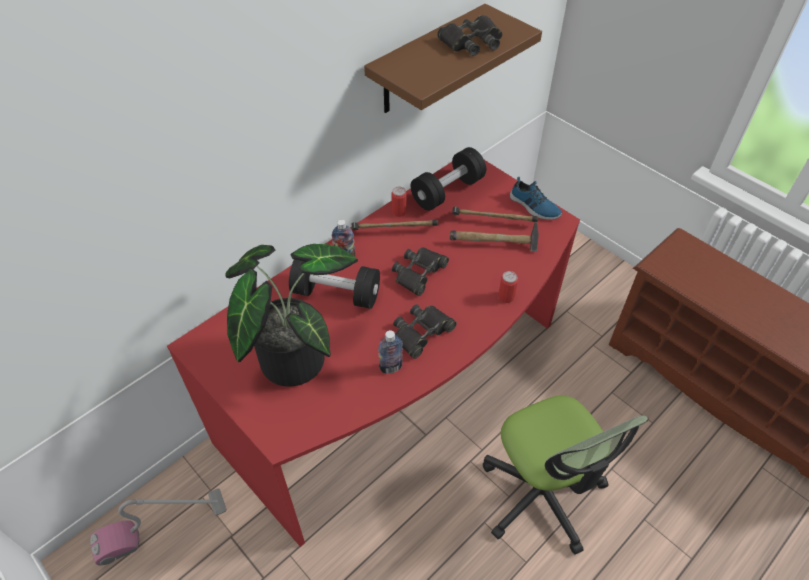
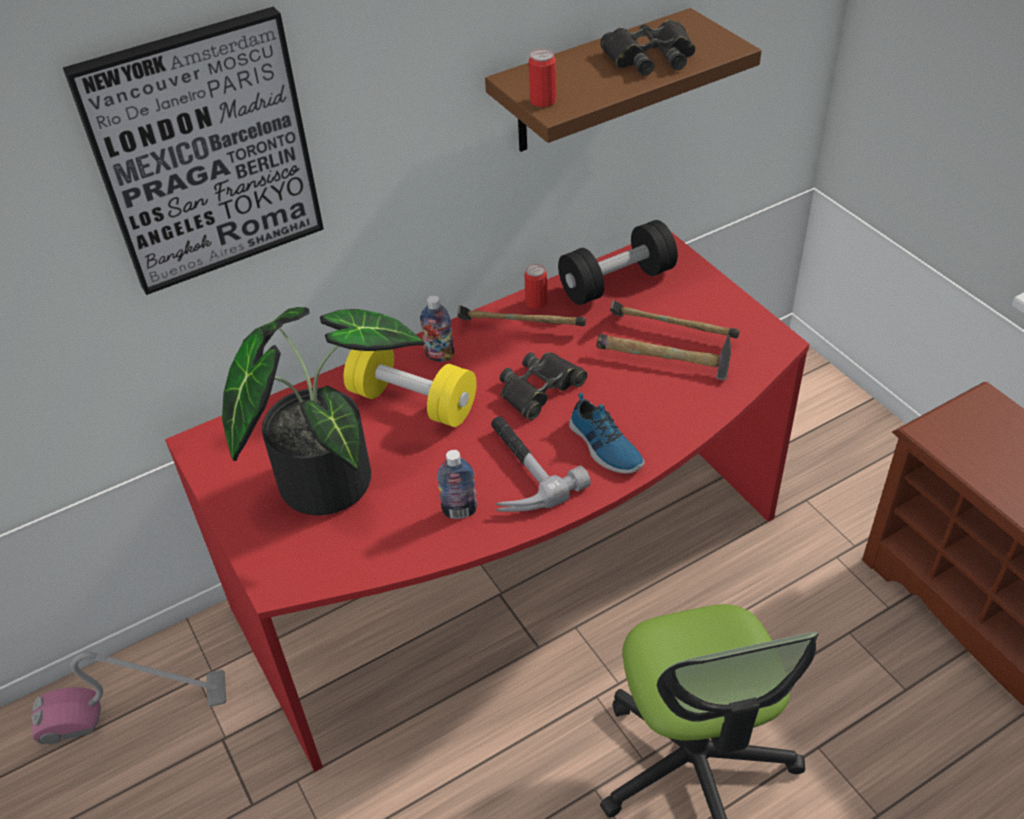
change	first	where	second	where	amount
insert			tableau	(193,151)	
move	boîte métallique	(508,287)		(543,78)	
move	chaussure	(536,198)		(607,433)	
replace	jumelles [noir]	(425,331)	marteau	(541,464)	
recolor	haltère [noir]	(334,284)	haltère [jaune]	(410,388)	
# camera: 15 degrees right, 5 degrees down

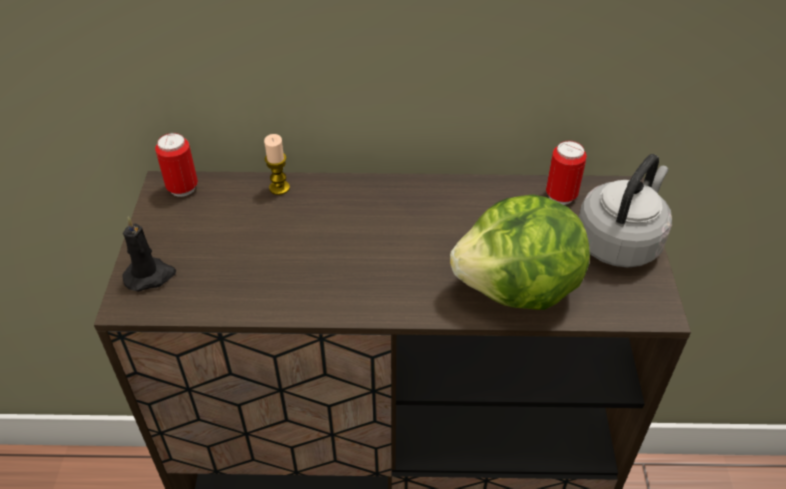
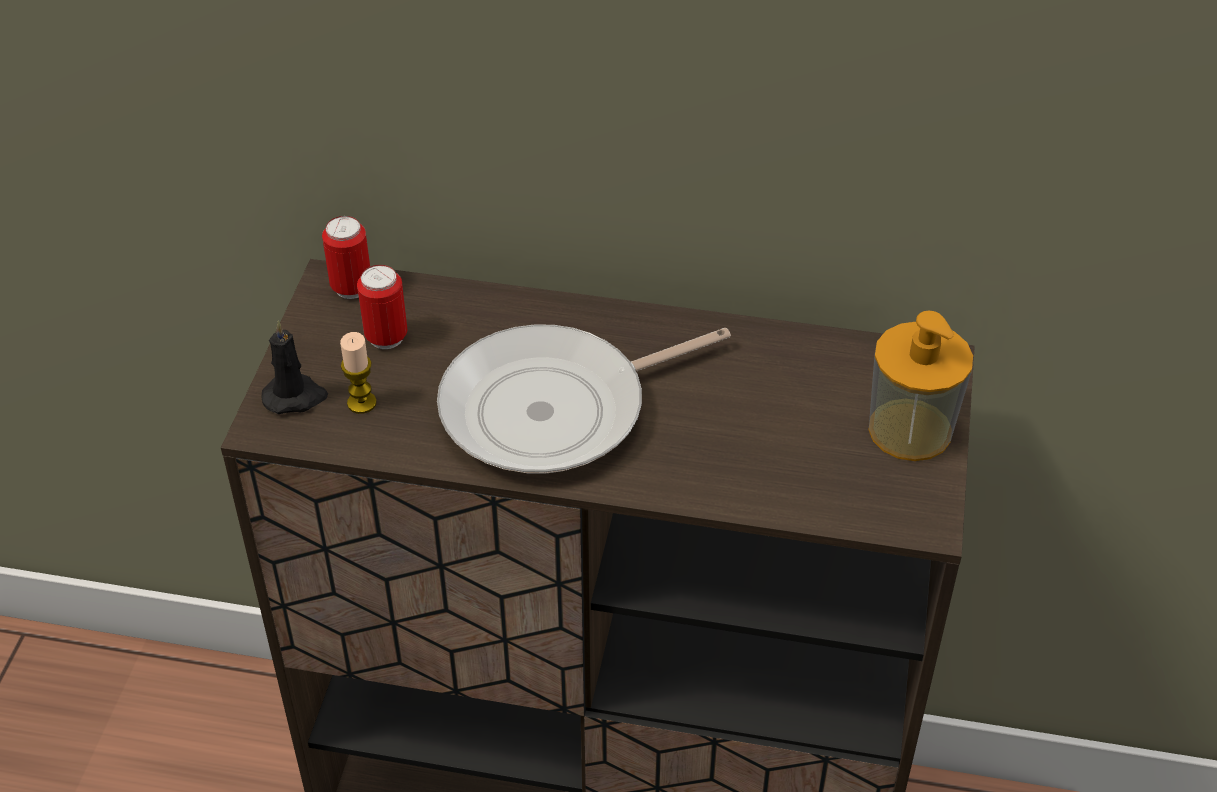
change	first	where	second	where	amount
delete	laitue	(520,252)			
insert			poêle	(584,399)	
move	bougie	(277,164)		(358,373)	
move	boîte métallique	(566,172)		(382,307)	
replace	bouilloire [gris]	(625,211)	distributeur de savon	(920,386)	
# camera: 10 degrees right, 0 degrees up

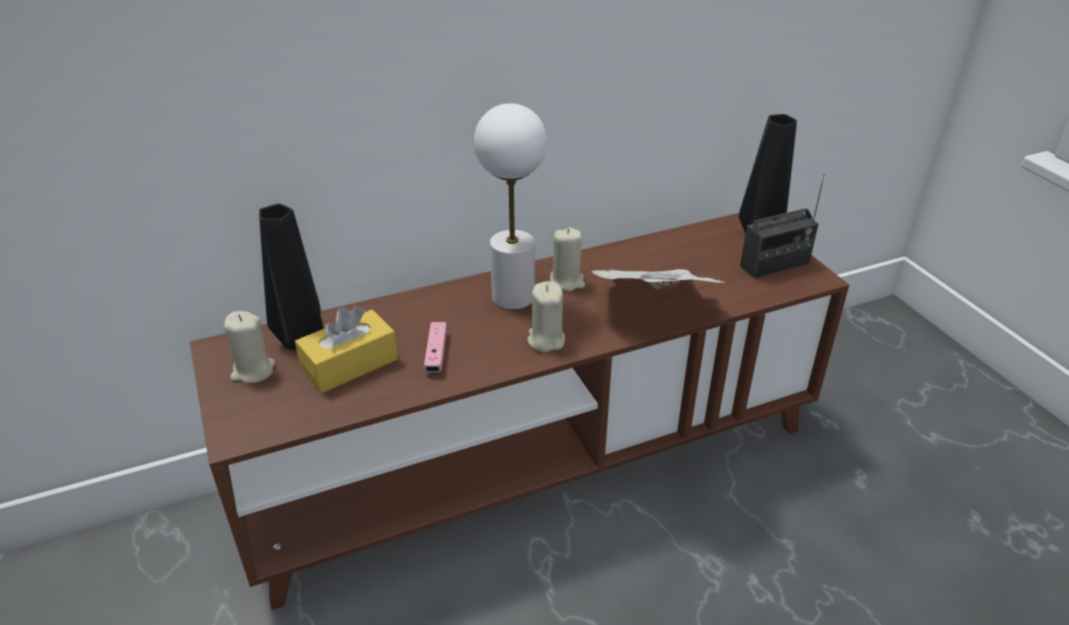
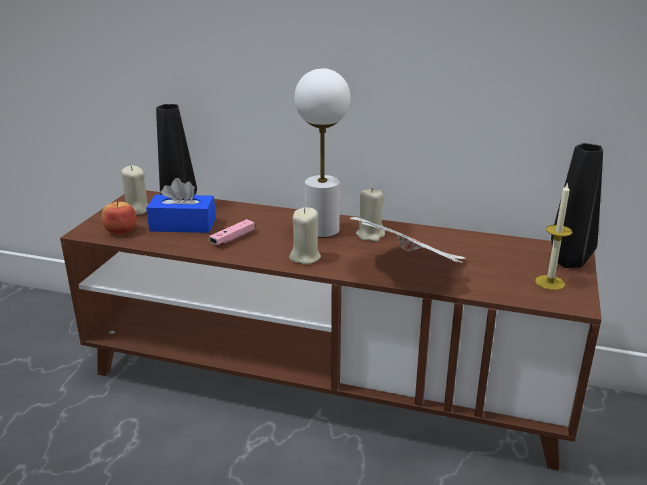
change	first	where	second	where	amount
insert			pomme	(119,217)	
replace	radio	(782,226)	bougie	(554,236)	
recolor	boîte à mouchoirs [jaune]	(346,349)	boîte à mouchoirs [bleu]	(181,205)	
# camera: 40 degrees right, 10 degrees down

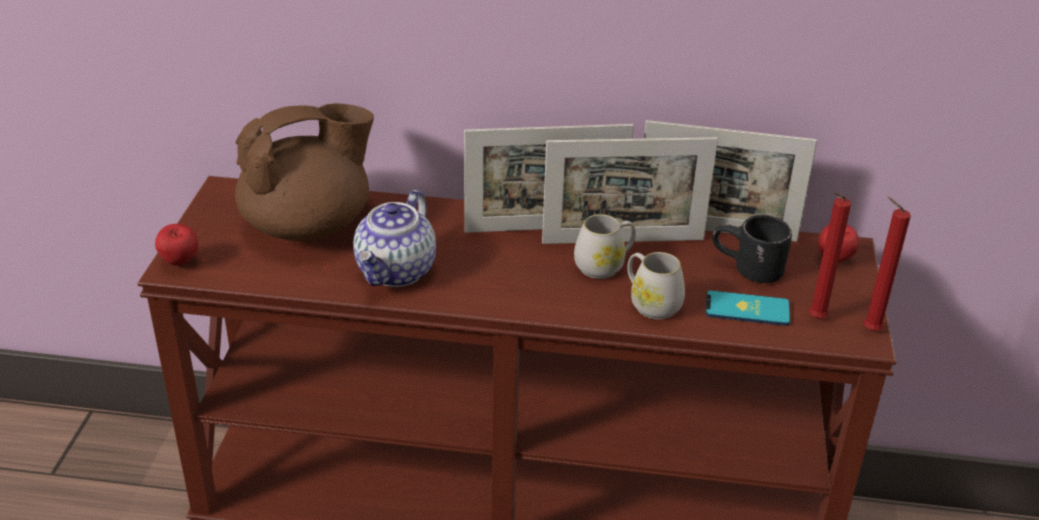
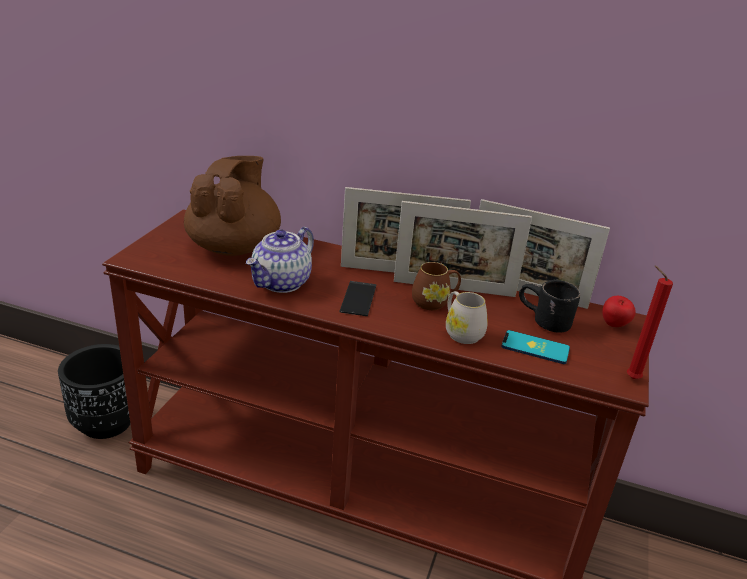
change	first	where	second	where	amount
delete	pomme	(176,244)			
delete	bougie [rouge]	(830,255)			
insert			cache-pot [noir]	(94,391)	
insert			téléphone	(357,298)	
recolor	mug [blanc]	(605,246)	mug [marron]	(436,286)	
rotate	théière [marron]	(304,172)		(232,206)	60 degrees counterclockwise
# camera: 10 degrees right, 5 degrees down

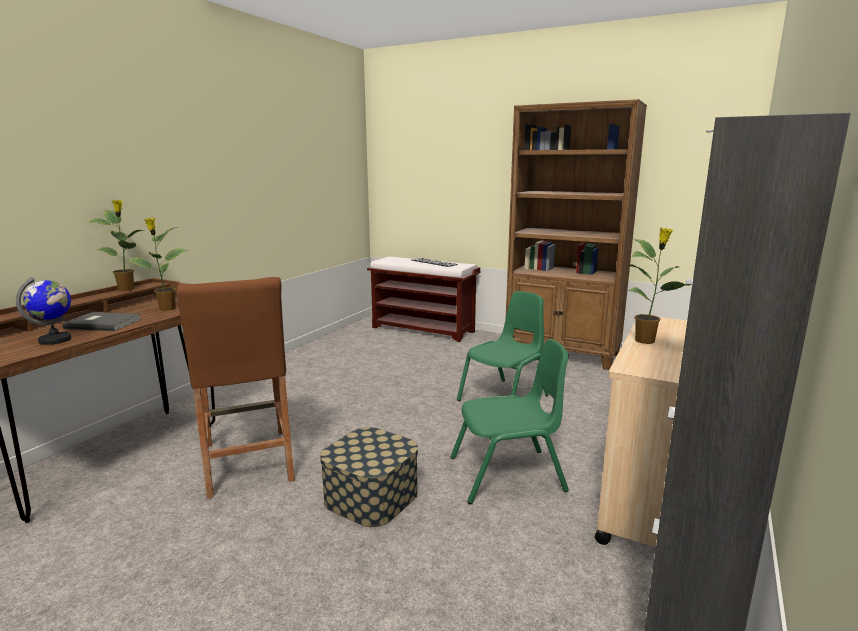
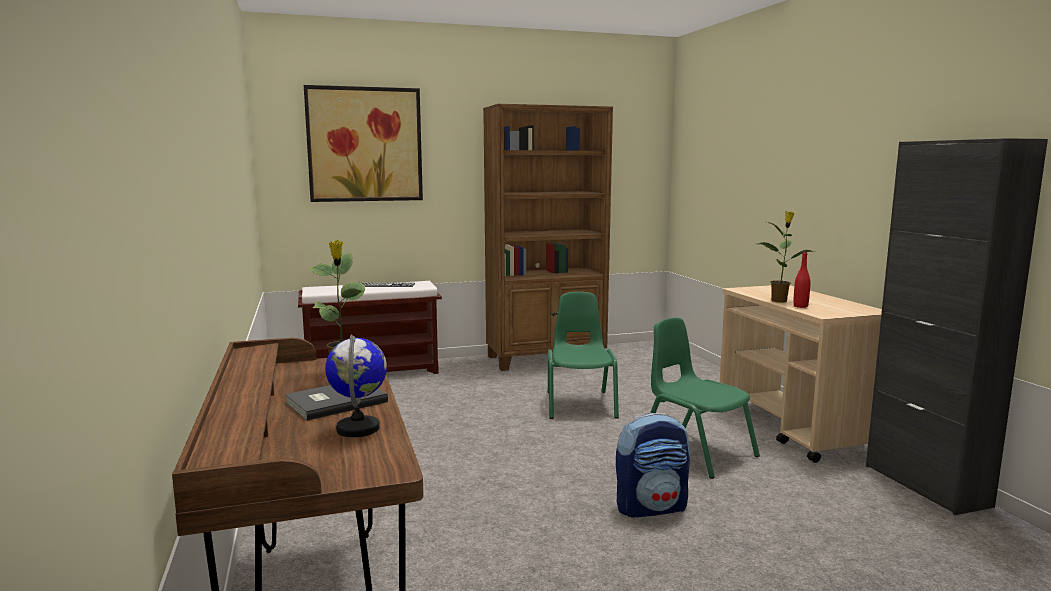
change	first	where	second	where	amount
delete	plante en pot	(116,245)			
delete	tabouret [marron]	(236,388)			
insert			tableau	(363,143)	
insert			bouteille [rouge]	(801,279)	
replace	boîte de rangement	(369,477)	sac à dos	(653,465)	
rotate	chaise [vert]	(510,421)		(705,398)	75 degrees counterclockwise
# camera: 45 degrees left, 5 degrees down

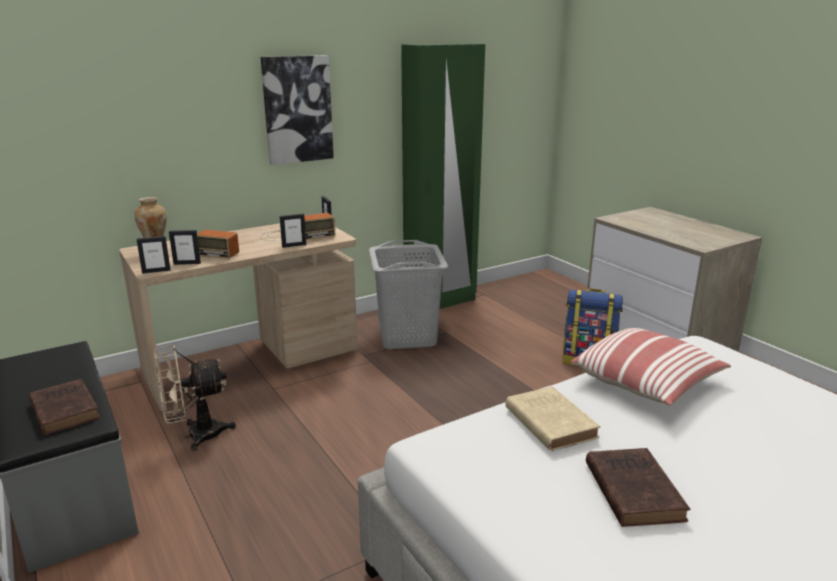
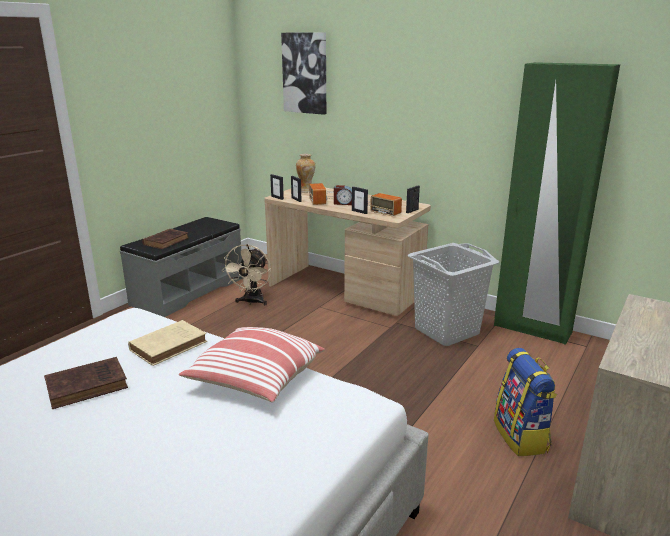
change	first	where	second	where	amount
insert			réveil	(343,195)	
move	tableau	(297,110)		(303,73)	
rotate	ventilateur [beige]	(195,398)		(246,274)	120 degrees counterclockwise
# camera: 65 degrees right, 0 degrees up

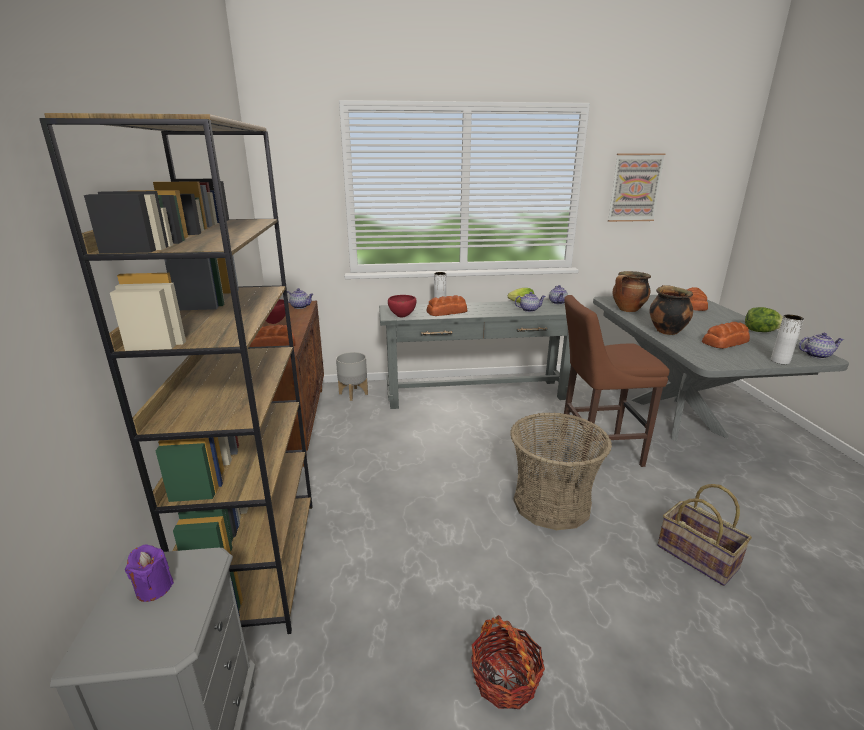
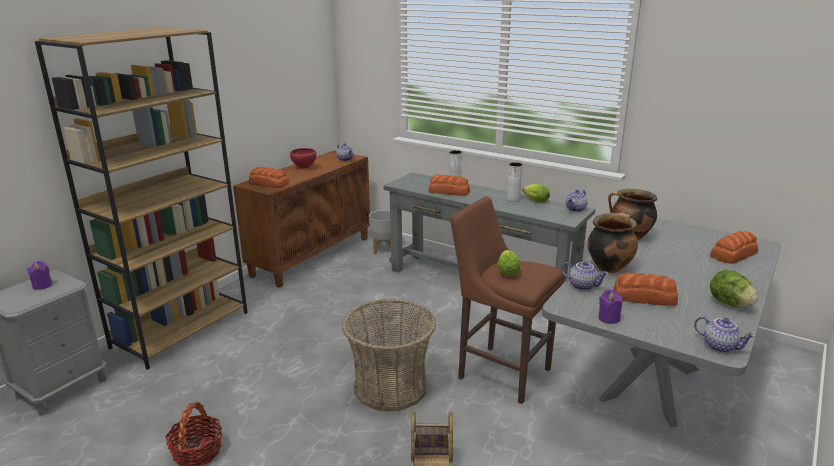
change	first	where	second	where	amount
delete	bol [rouge]	(402,306)			
delete	tableau	(636,188)			
insert			laitue	(509,263)	
insert			bougie [violet]	(610,307)	
move	théière	(530,302)		(585,275)	
move	vase [blanc]	(787,340)		(515,182)	
# camera: 40 degrees right, 0 degrees up

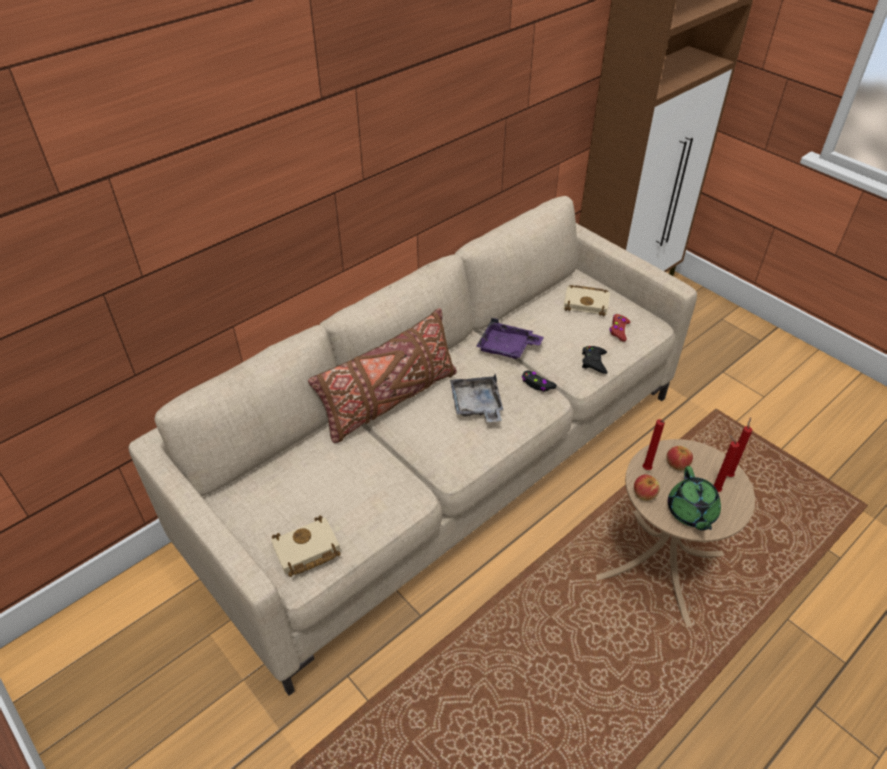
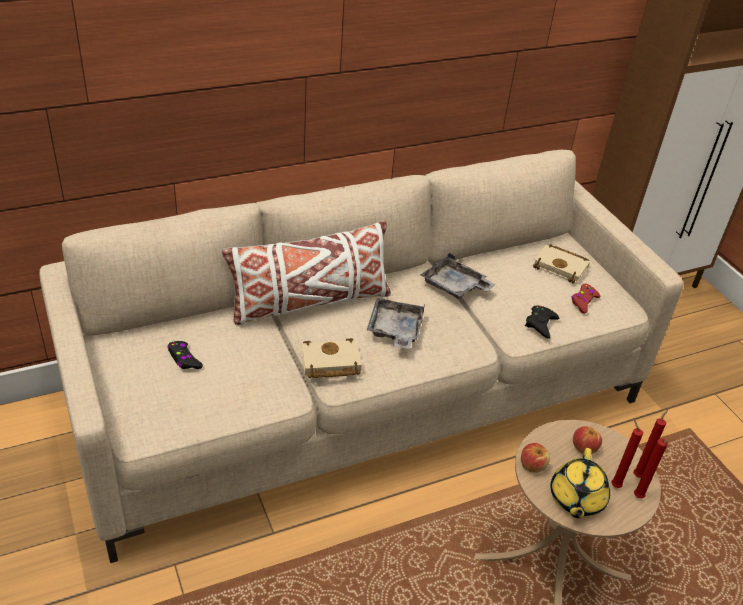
change	first	where	second	where	amount
move	livre [beige]	(306,546)		(331,358)	
move	manette [noir]	(539,381)		(185,355)	
move	bougie [rouge]	(654,444)		(651,468)	
recolor	coussin [marron]	(382,375)	coussin [blanc]	(306,272)	
recolor	plateau [violet]	(510,338)	plateau [gris]	(458,276)	
recolor	théière [vert]	(694,498)	théière [jaune]	(580,483)	
# camera: 15 degrees right, 5 degrees down

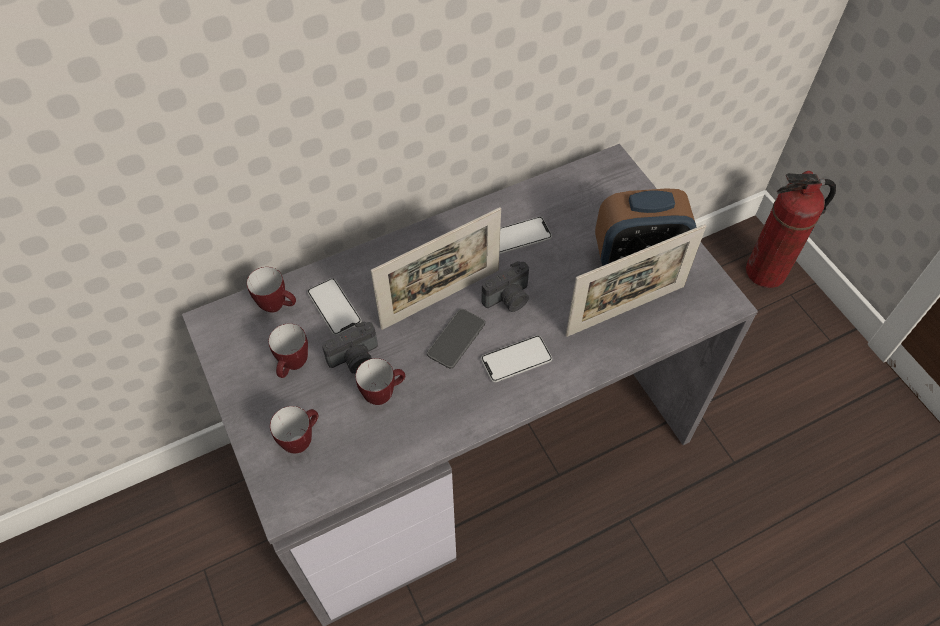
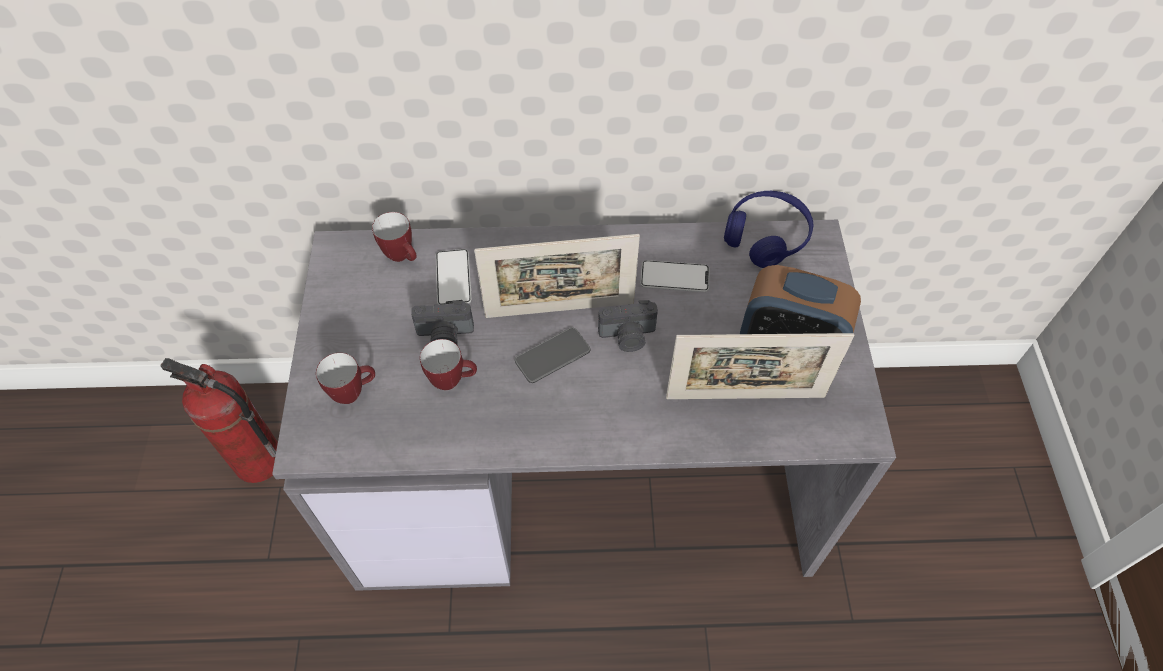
change	first	where	second	where	amount
delete	mug	(288,351)			
delete	téléphone	(516,358)			
insert			casque audio [bleu]	(769,229)	
move	extincteur	(791,229)		(219,420)	
# camera: 25 degrees right, 0 degrees up

